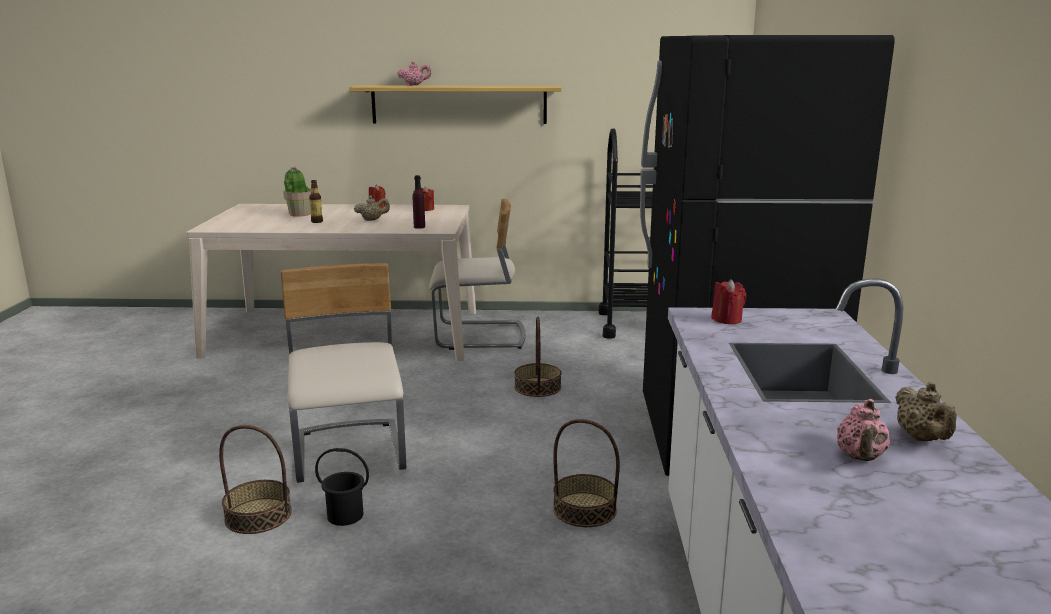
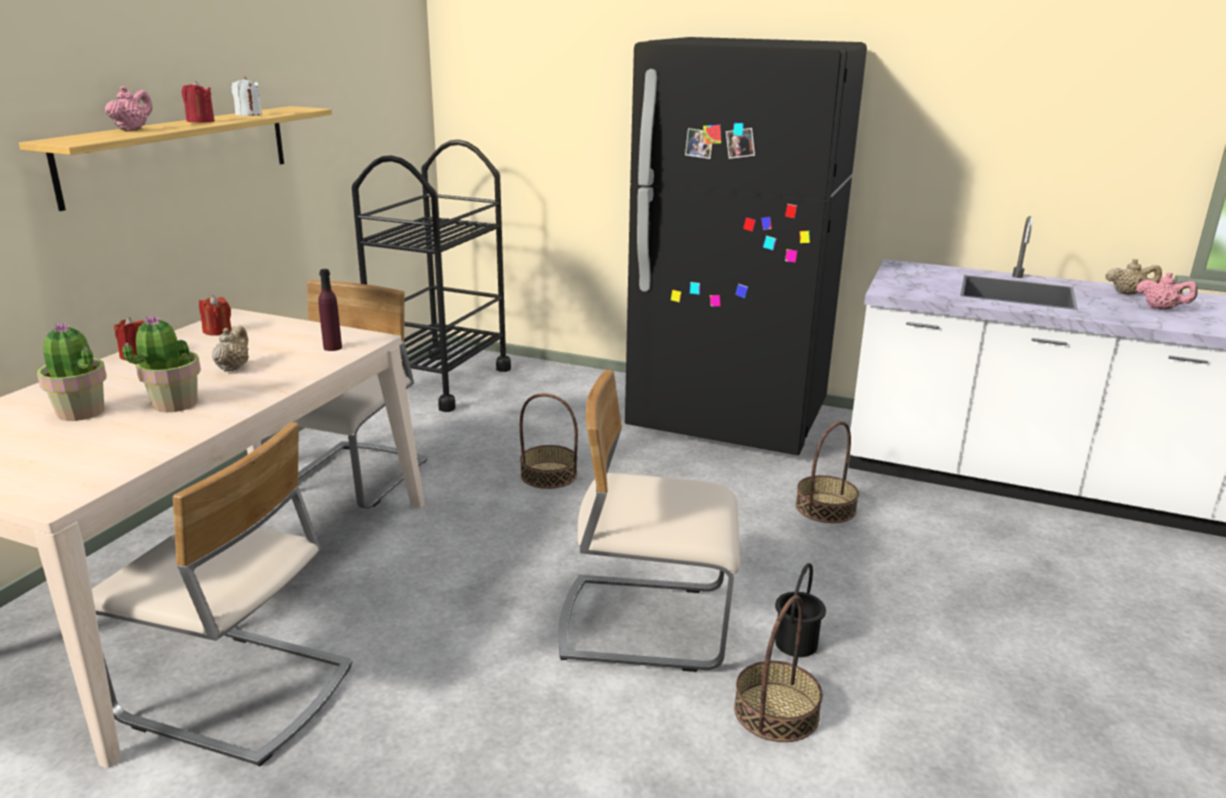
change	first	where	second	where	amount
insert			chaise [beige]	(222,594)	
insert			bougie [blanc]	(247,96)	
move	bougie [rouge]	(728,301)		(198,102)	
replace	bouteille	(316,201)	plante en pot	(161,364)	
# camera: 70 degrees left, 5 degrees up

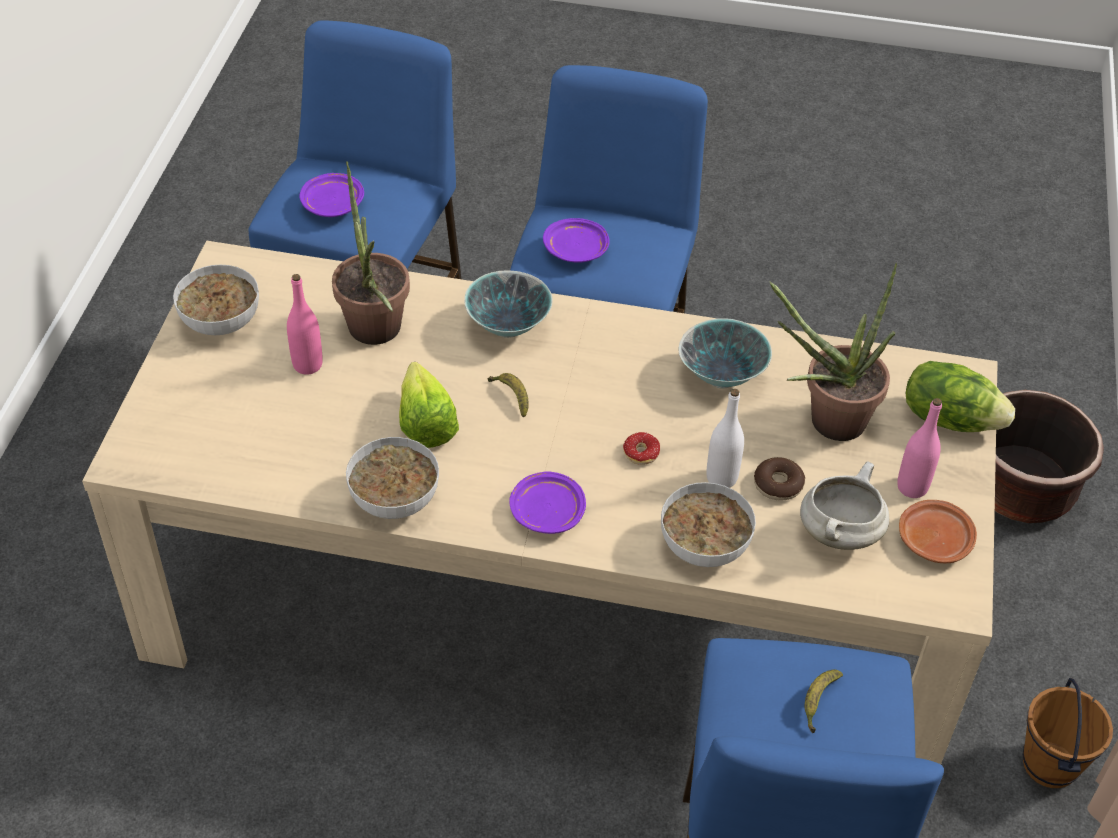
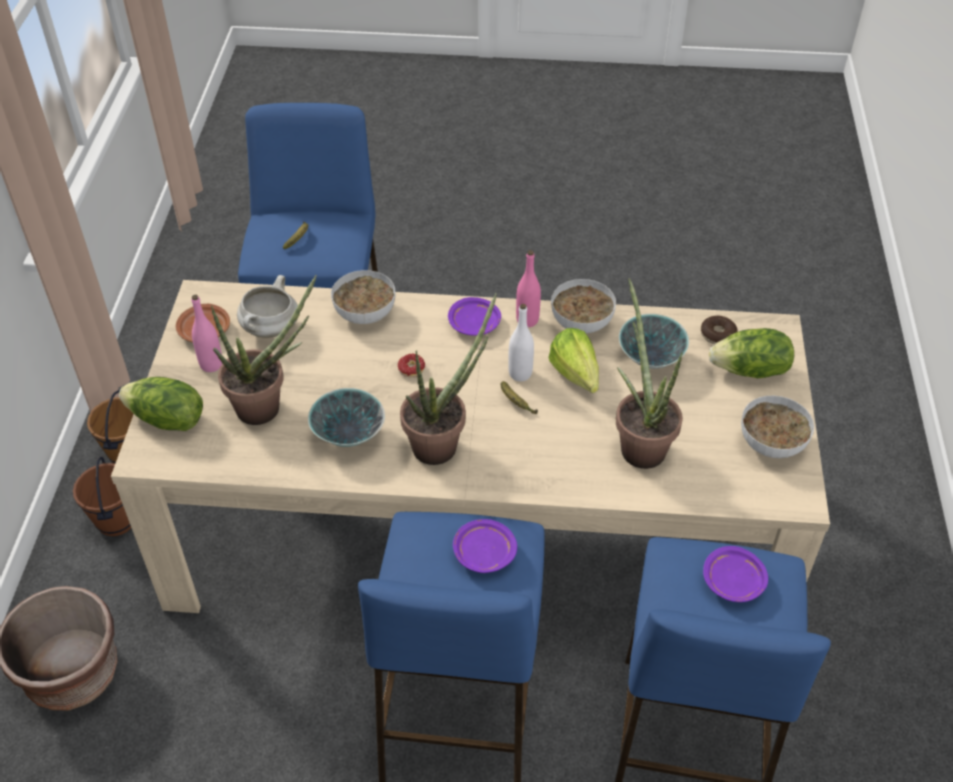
change	first	where	second	where	amount
insert			seau [marron]	(102,496)	
insert			plante en pot	(448,379)	
insert			laitue	(751,353)	
move	bouteille [rose]	(305,324)		(528,288)	
move	bol	(508,304)		(654,341)	
move	bouteille [blanc]	(725,438)		(521,342)	
move	beignet	(779,479)		(719,330)	
# camera: 175 degrees right, 0 degrees up

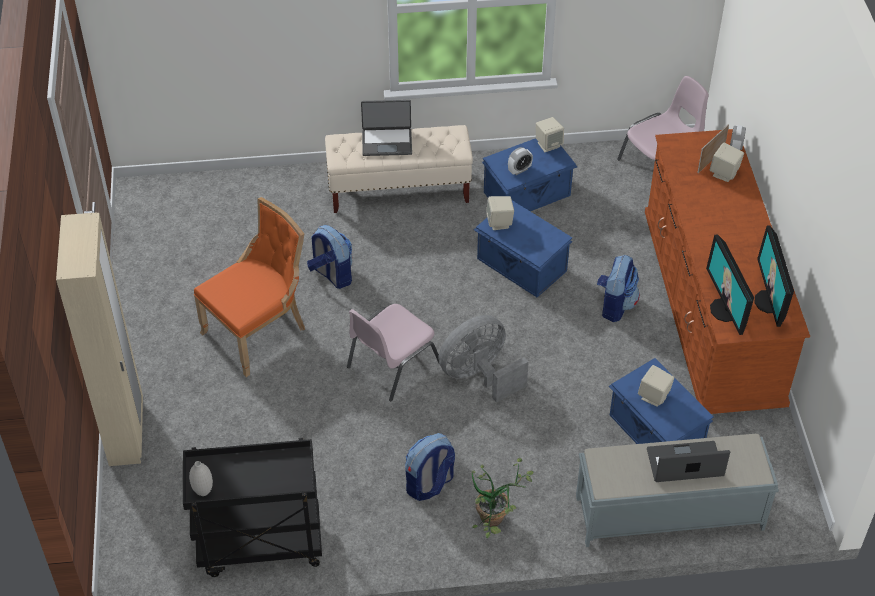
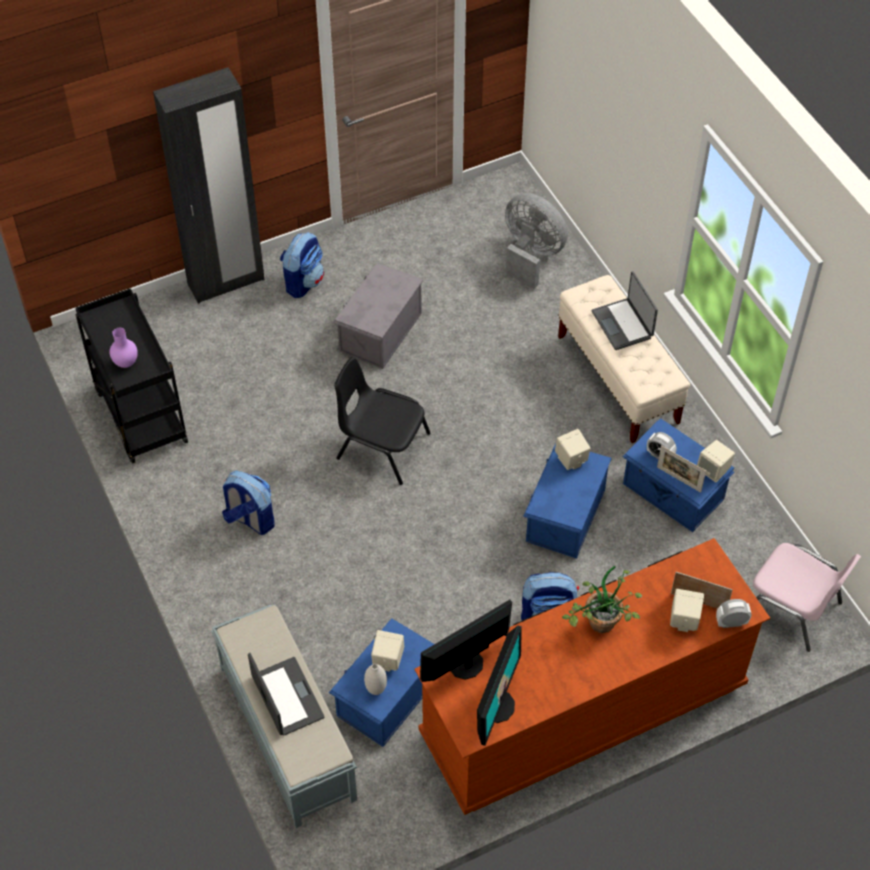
change	first	where	second	where	amount
insert			vase [violet]	(123,348)	
insert			cadre photo	(681,469)	
move	vase [blanc]	(201,478)		(375,679)	
move	sac à dos	(329,257)		(302,265)	
move	ventilateur [gris]	(483,358)		(536,241)	
move	plante en pot	(502,498)		(602,599)	
replace	chaise [orange]	(249,287)	boîte de rangement [gris]	(378,316)	
recolor	armoire [beige]	(99,339)	armoire [noir]	(208,185)	
recolor	chaise [rose]	(393,352)	chaise [noir]	(382,421)	
rotate	écran d'ordinateur	(774,276)		(499,686)	135 degrees clockwise
# camera: 70 degrees right, 5 degrees up

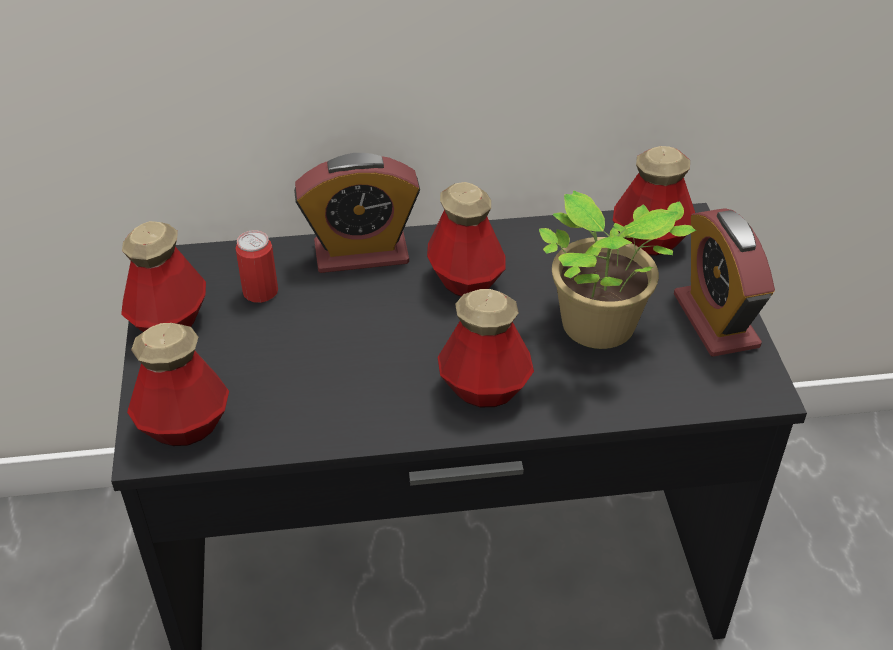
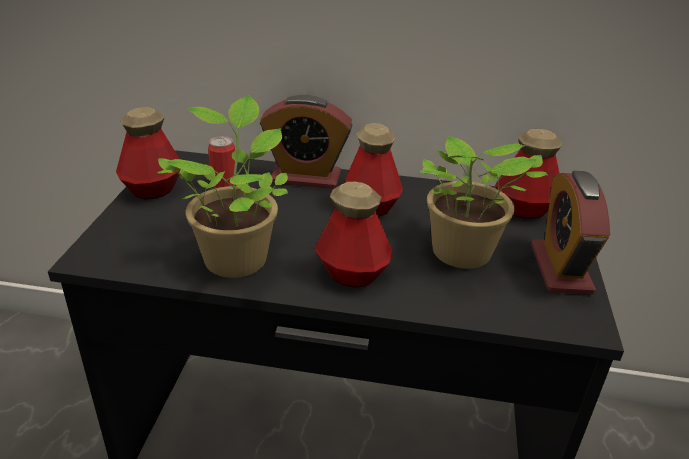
change	first	where	second	where	amount
delete	bouteille	(178,384)			
insert			plante en pot	(223,186)	
# camera: 15 degrees right, 10 degrees down

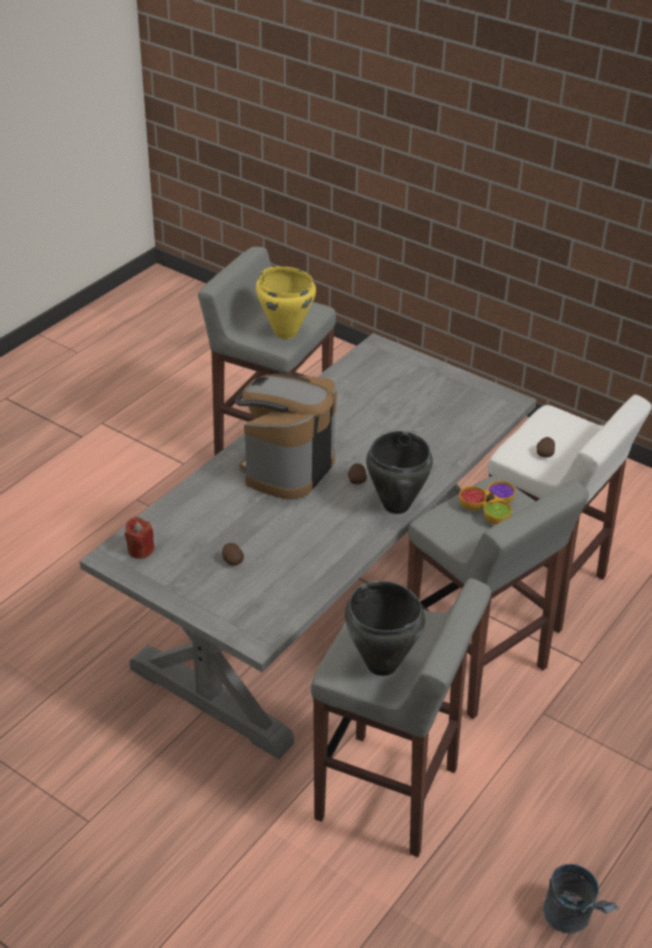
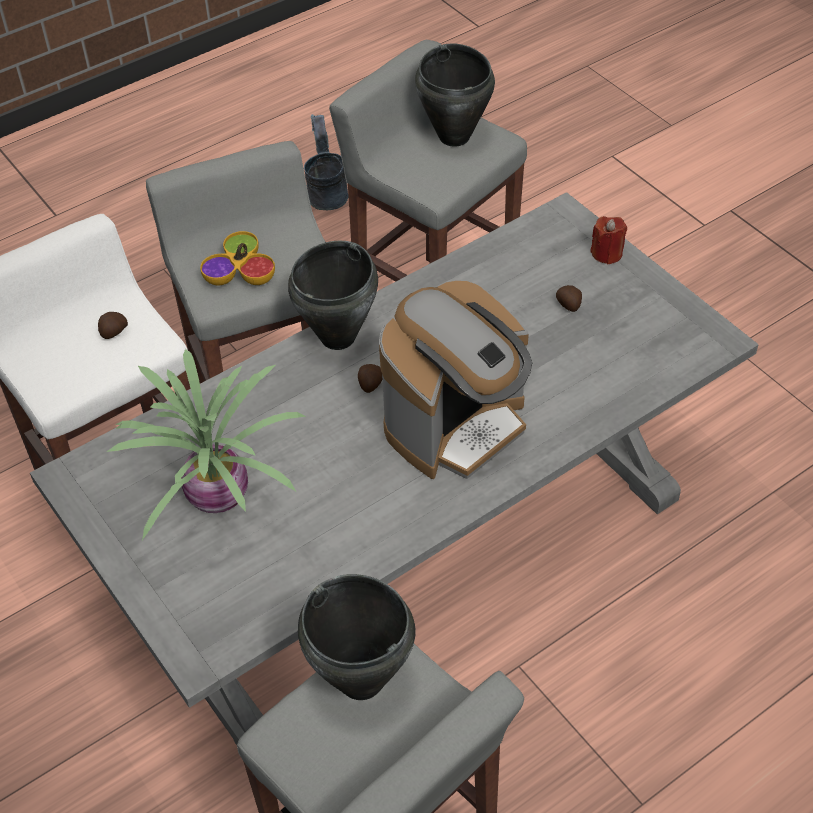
change	first	where	second	where	amount
insert			plante en pot	(206,444)	
move	bougie [rouge]	(140,538)		(608,240)	
recolor	marmite [jaune]	(286,302)	marmite [noir]	(357,637)	
# camera: 160 degrees left, 10 degrees up

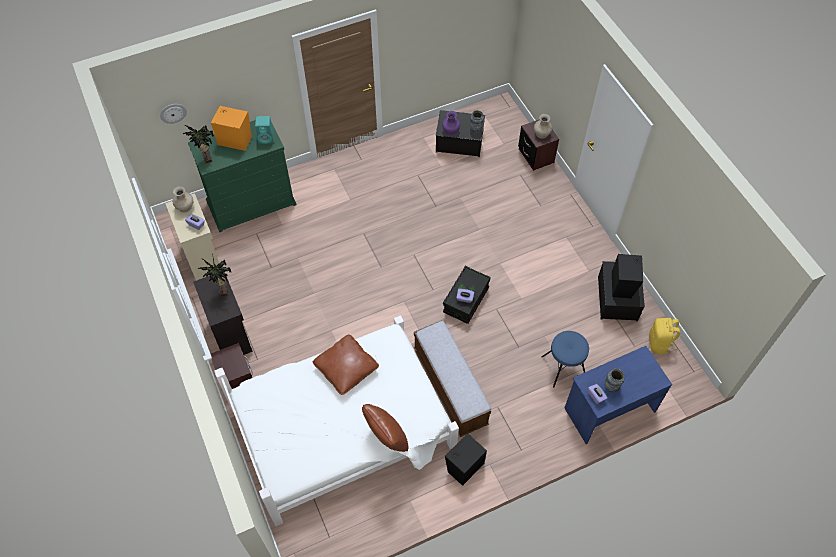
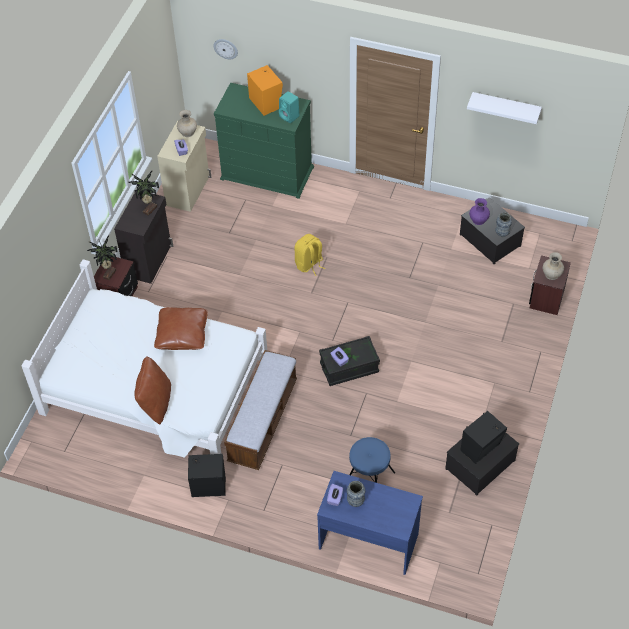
change	first	where	second	where	amount
insert			étagère [blanc]	(504,108)	
move	plante en pot	(198,144)		(102,257)	
move	sac à dos [jaune]	(664,336)		(309,255)	
# camera: 45 degrees right, 5 degrees down

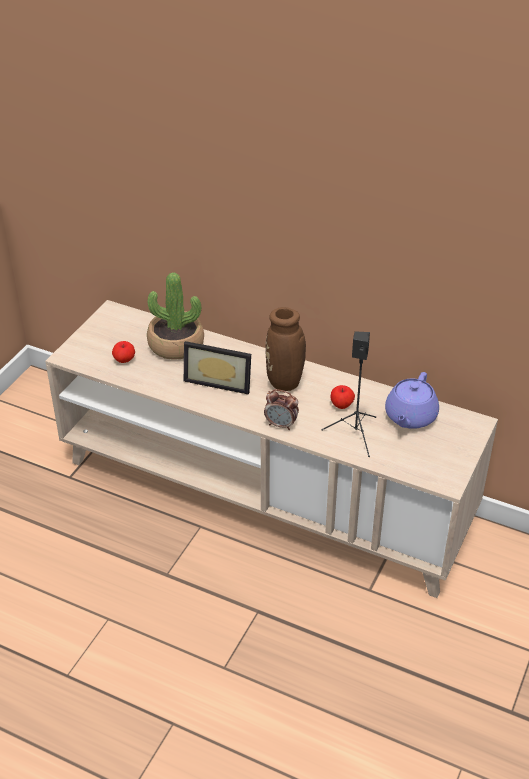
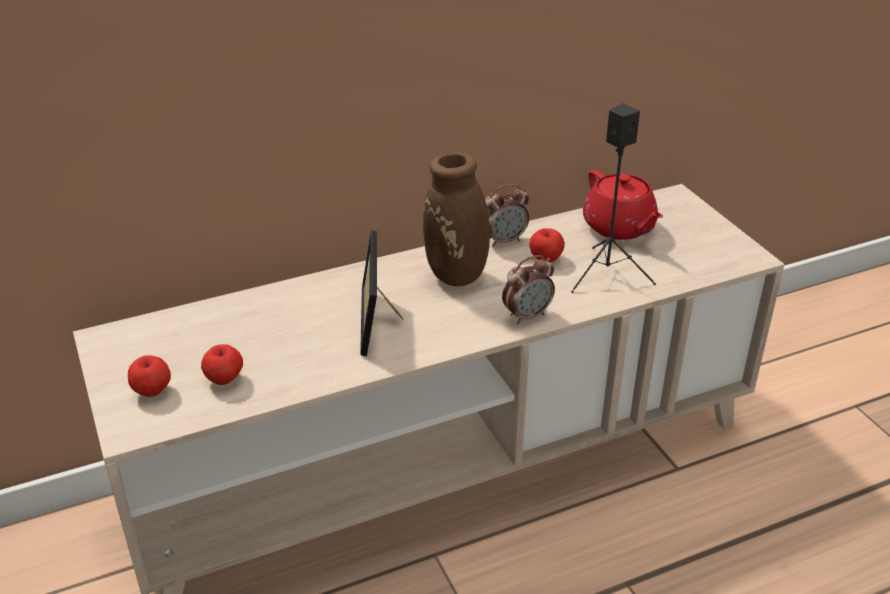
change	first	where	second	where	amount
delete	plante en pot	(175,316)			
insert			pomme	(149,376)	
insert			réveil	(507,215)	
recolor	théière [violet]	(412,400)	théière [rouge]	(623,205)	
rotate	cadre photo	(217,367)		(382,293)	120 degrees clockwise
# camera: 50 degrees left, 5 degrees down

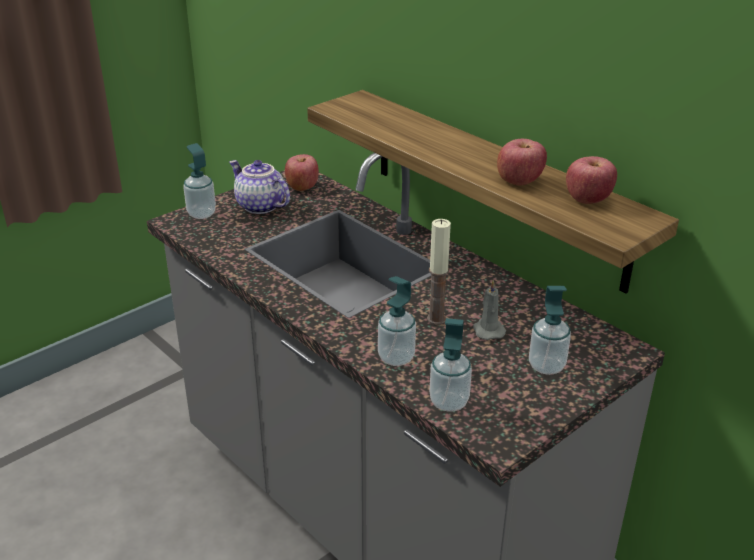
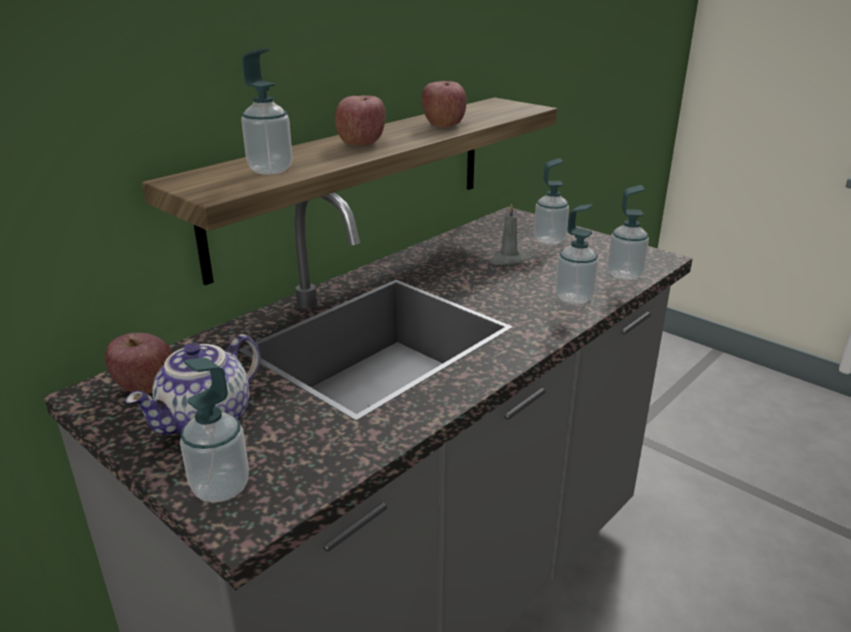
change	first	where	second	where	amount
delete	bougie	(439,272)			
insert			distributeur de savon	(266,111)	
move	pomme	(591,180)		(360,120)	
# camera: 95 degrees left, 5 degrees down

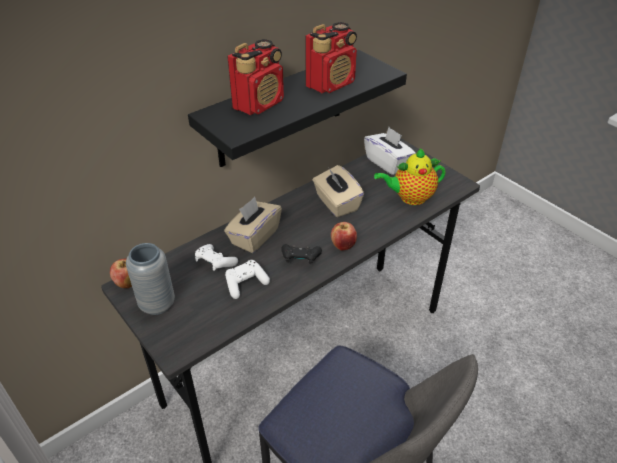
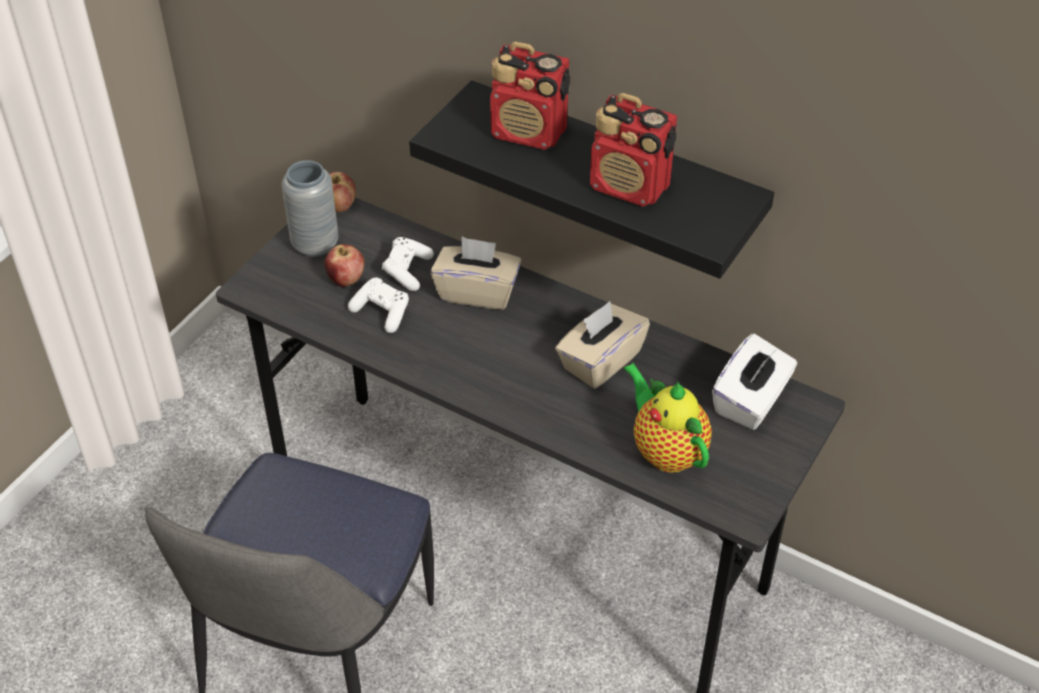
change	first	where	second	where	amount
delete	manette [noir]	(301,254)			
move	pomme	(344,236)		(344,265)	
# camera: 70 degrees right, 5 degrees up

